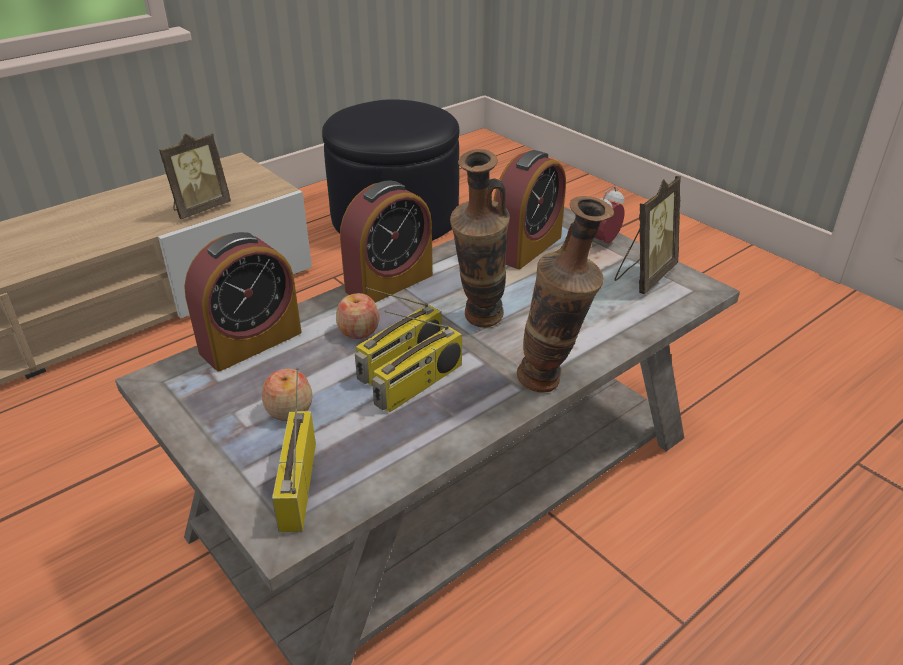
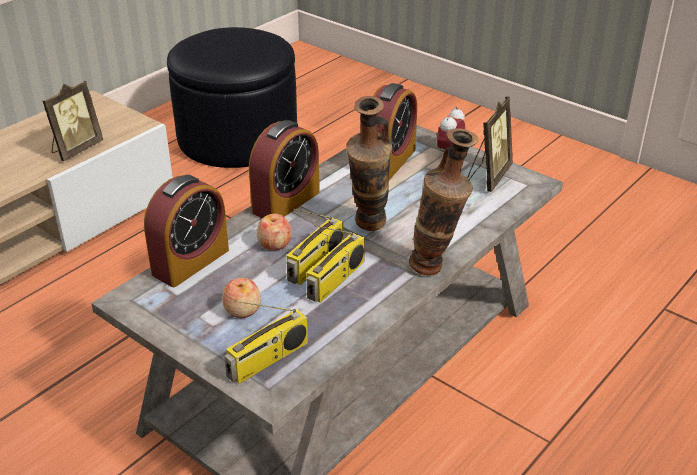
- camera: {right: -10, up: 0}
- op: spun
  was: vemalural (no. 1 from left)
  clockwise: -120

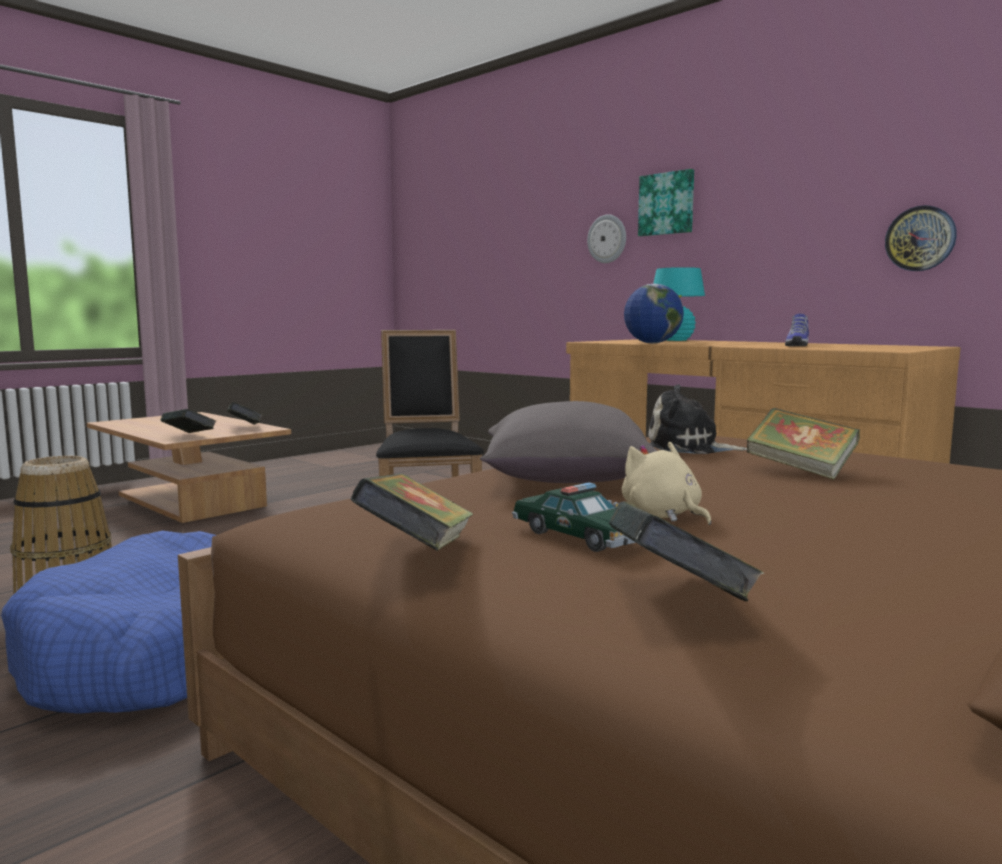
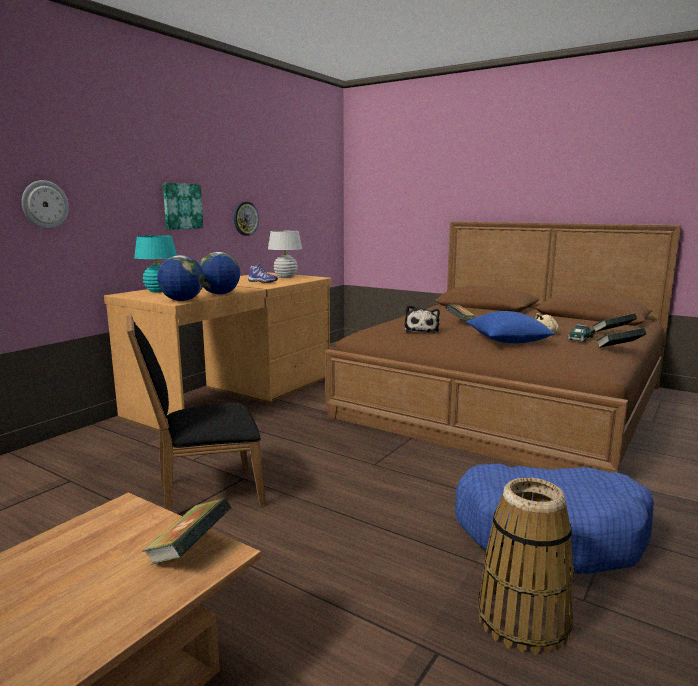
- camera: {right: -100, up: 5}
- op: missing
  was: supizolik (no. 2 from left)
- op: colour
  was: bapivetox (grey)
  now: bapivetox (blue)
- op: relocated
  was: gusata
- op: appeared
  now: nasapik (no. 1 from left)
- op: appeared
  now: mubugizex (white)

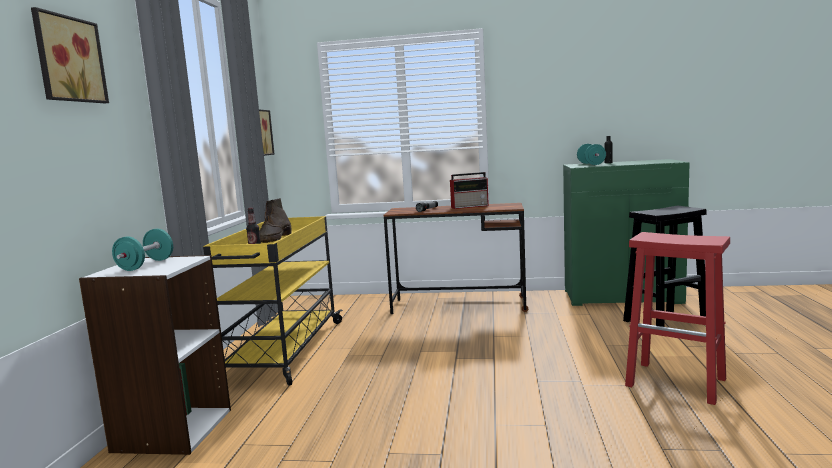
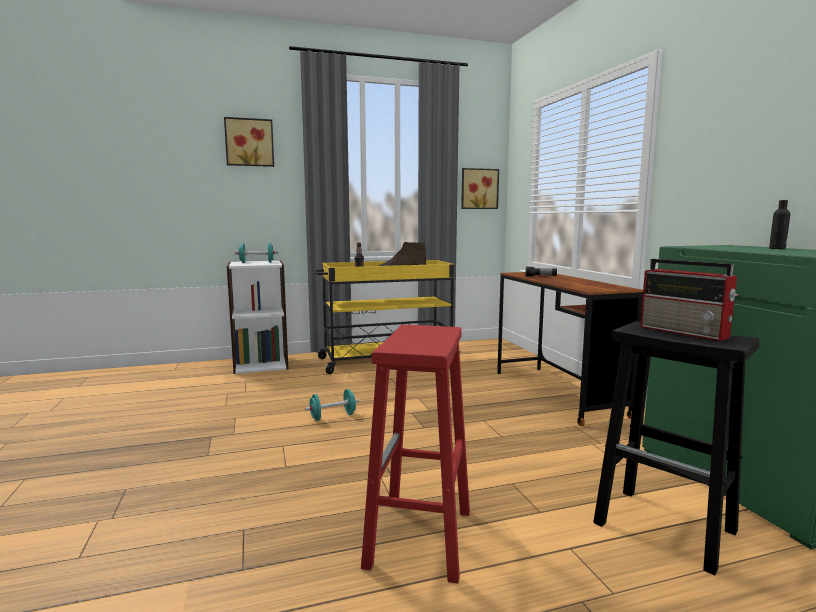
- camera: {right: 65, up: 0}
- op: relocated
  was: vemalural
- op: relocated
  was: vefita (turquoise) (no. 2 from left)

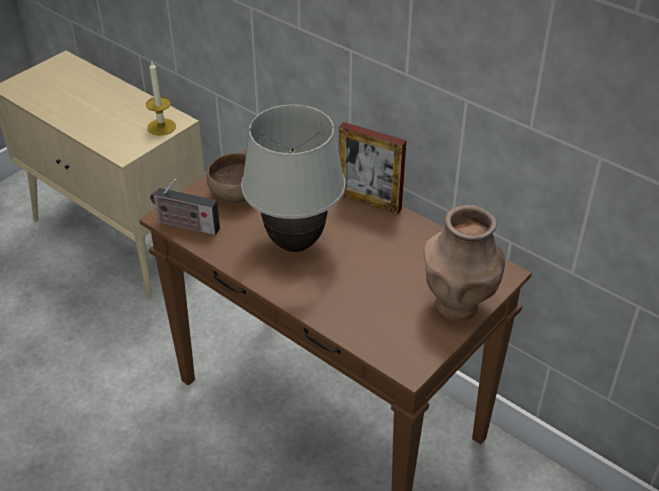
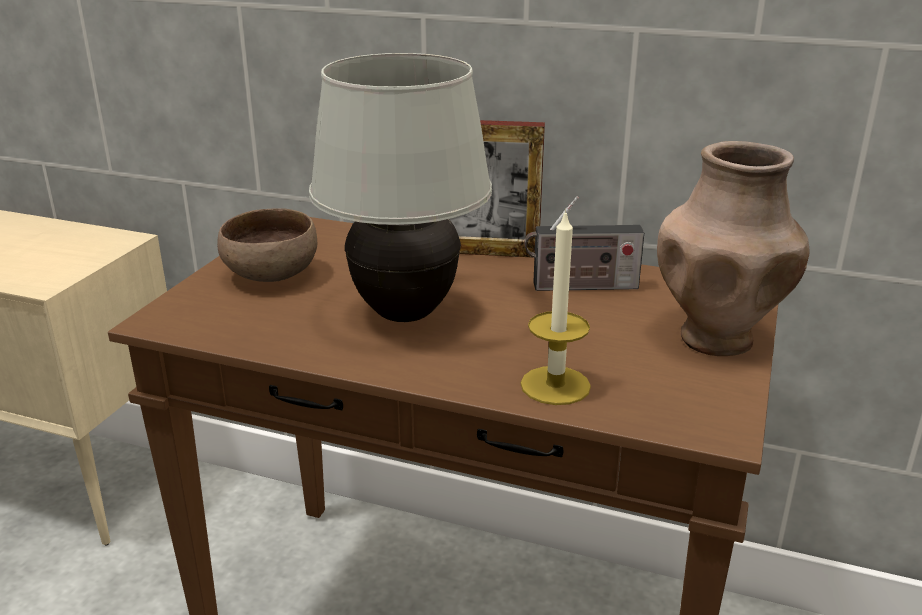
- camera: {right: -20, up: -15}
- op: relocated
  was: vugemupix
- op: relocated
  was: vemalural

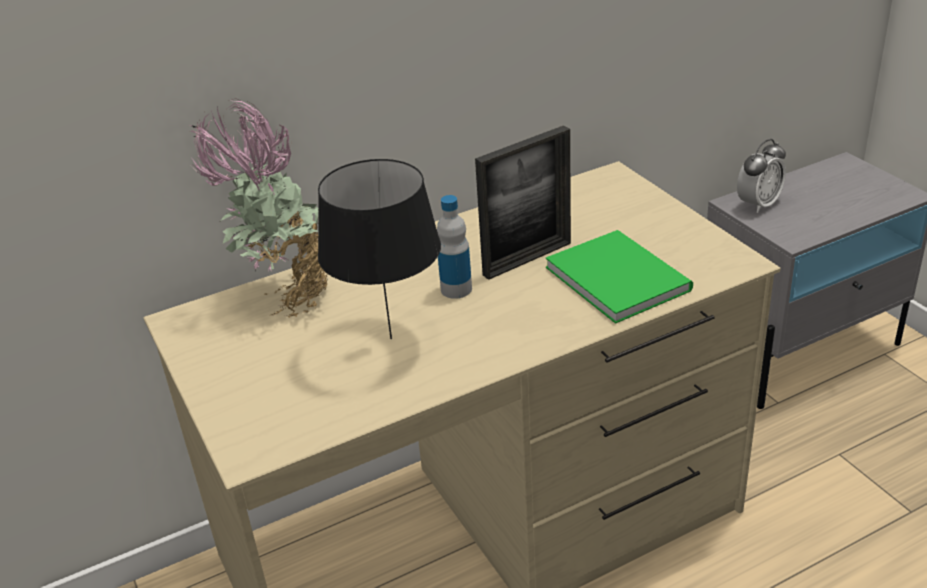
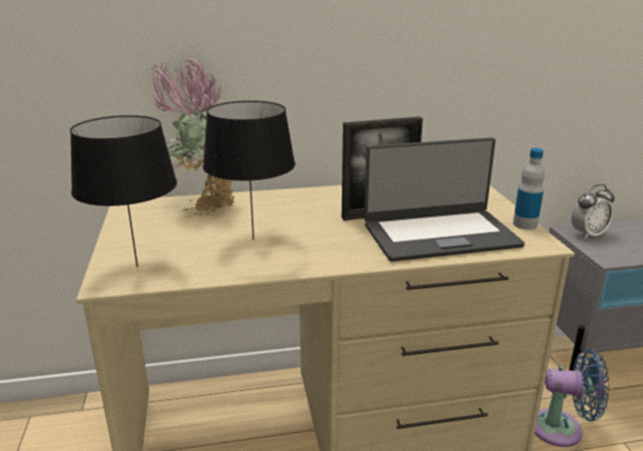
- camera: {right: 15, up: -10}
- op: relocated
  was: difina
- op: exchanged
  was: supizolik (green)
  now: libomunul
- op: appeared
  now: mubugizex (black) (no. 1 from left)
- op: appeared
  now: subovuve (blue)

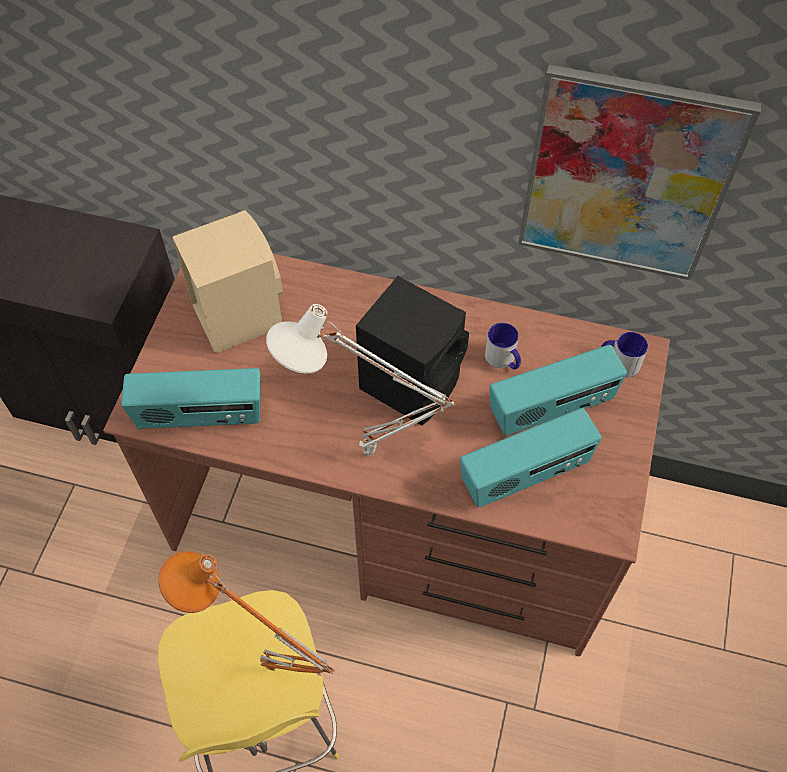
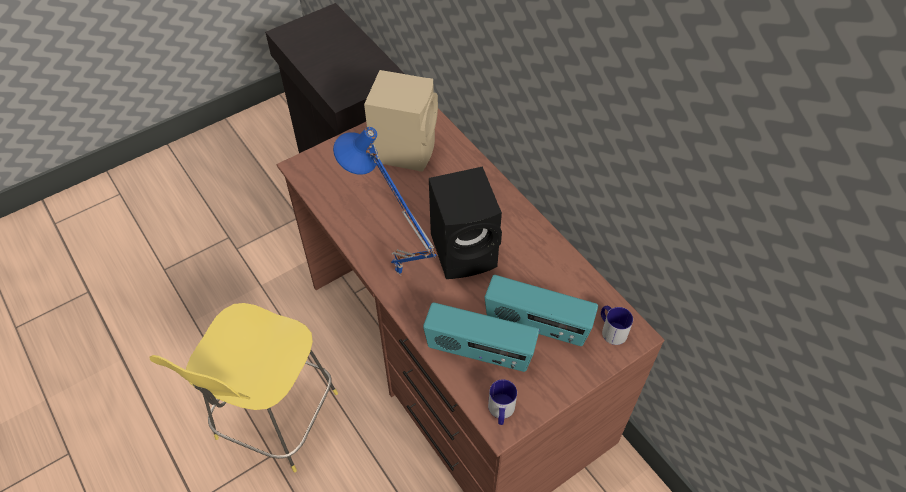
- camera: {right: 40, up: -5}
- op: missing
  was: vemalural (no. 1 from left)
- op: missing
  was: mubugizex (orange)
- op: colour
  was: mubugizex (white)
  now: mubugizex (blue)
- op: relocated
  was: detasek (no. 1 from left)
- op: missing
  was: gusata

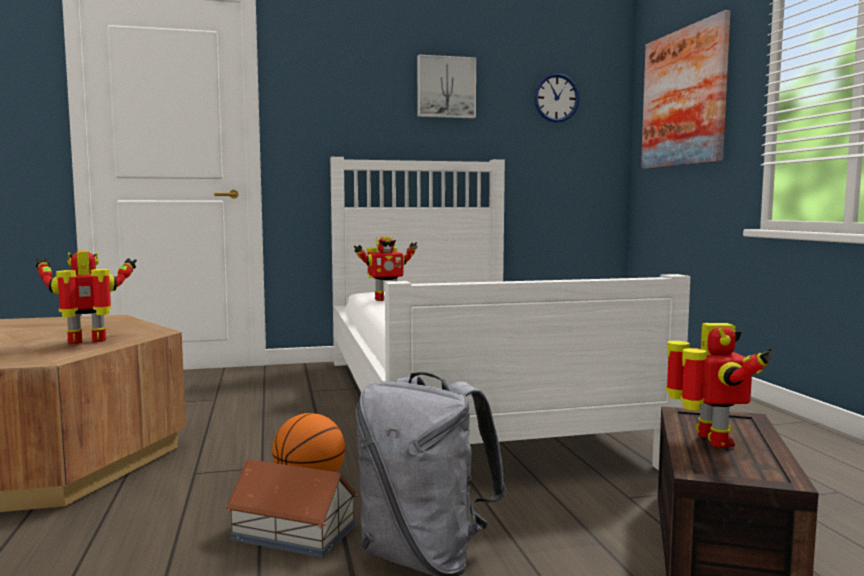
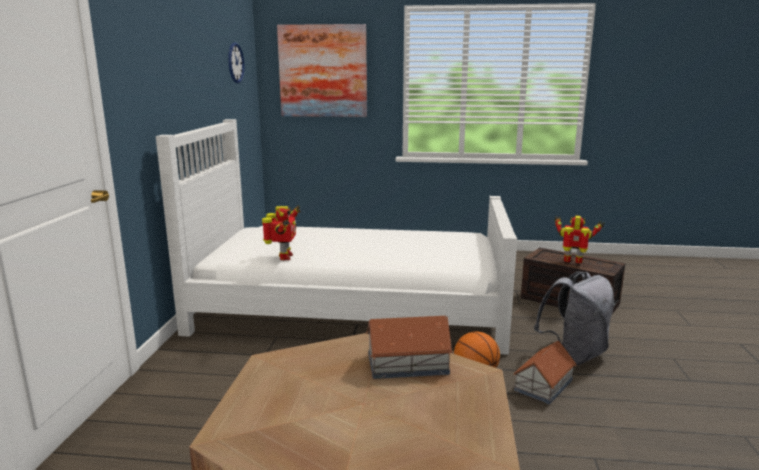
- camera: {right: -70, up: 10}
- op: exchanged
  was: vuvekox (no. 1 from left)
  now: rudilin (no. 1 from left)
- op: missing
  was: gusata (no. 1 from left)

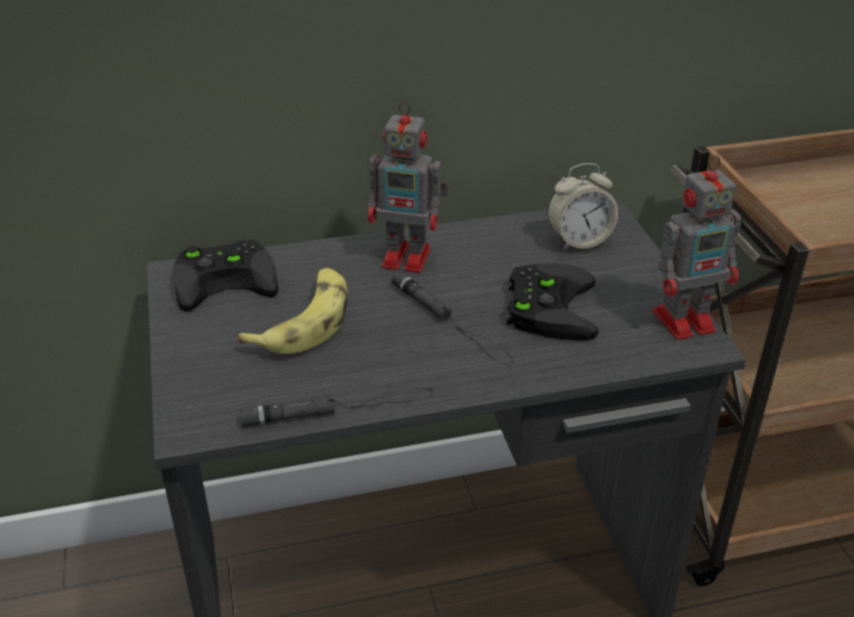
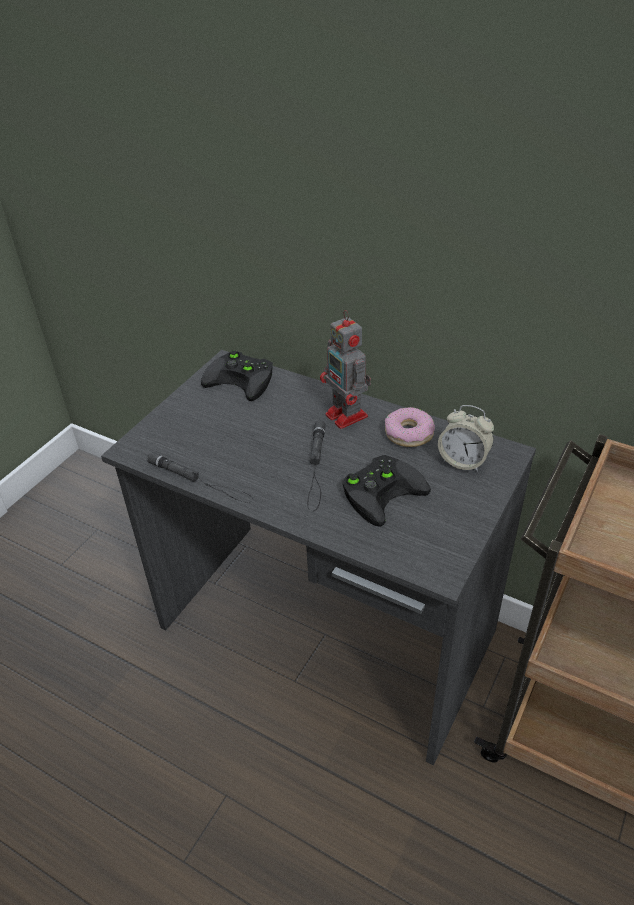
- camera: {right: 45, up: 5}
- op: missing
  was: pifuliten
- op: missing
  was: vuvekox (no. 2 from left)
- op: appeared
  now: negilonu

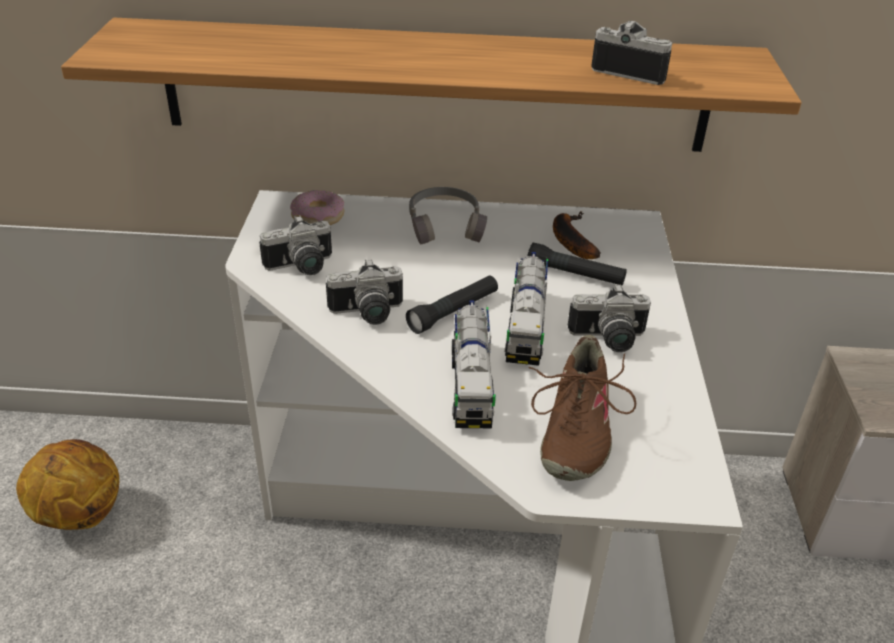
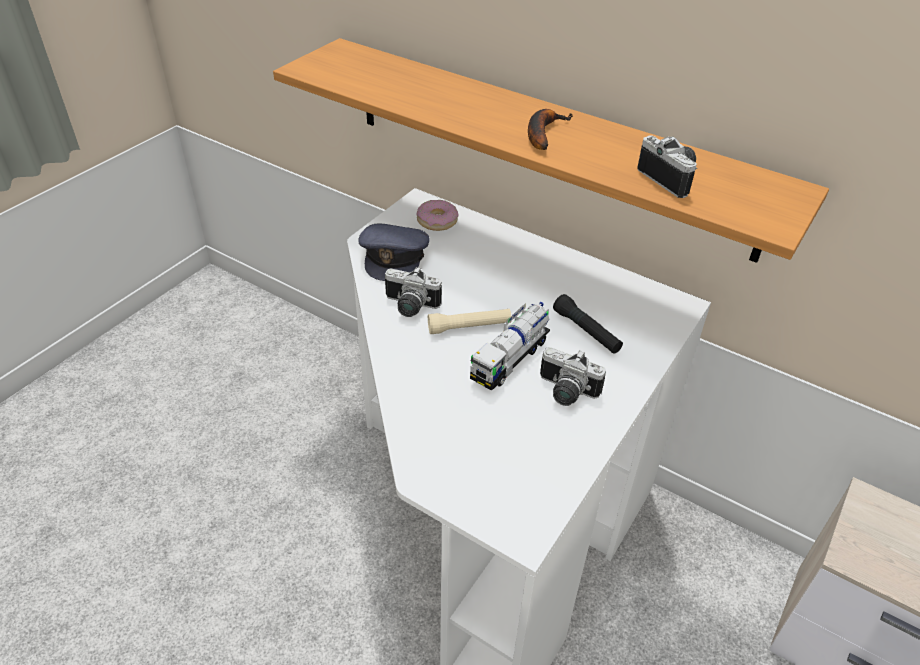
- camera: {right: 30, up: 5}
- op: missing
  was: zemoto
- op: exchanged
  was: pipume (no. 1 from left)
  now: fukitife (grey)
- op: colour
  was: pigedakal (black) (no. 1 from left)
  now: pigedakal (beige)
- op: missing
  was: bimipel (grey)
- op: missing
  was: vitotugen (no. 1 from left)
- op: missing
  was: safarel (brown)
- op: relocated
  was: pifuliten

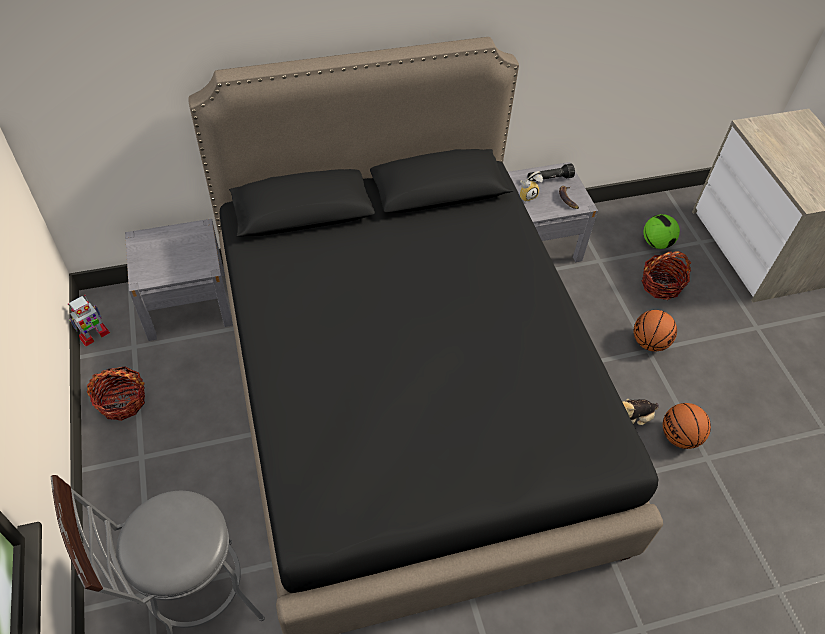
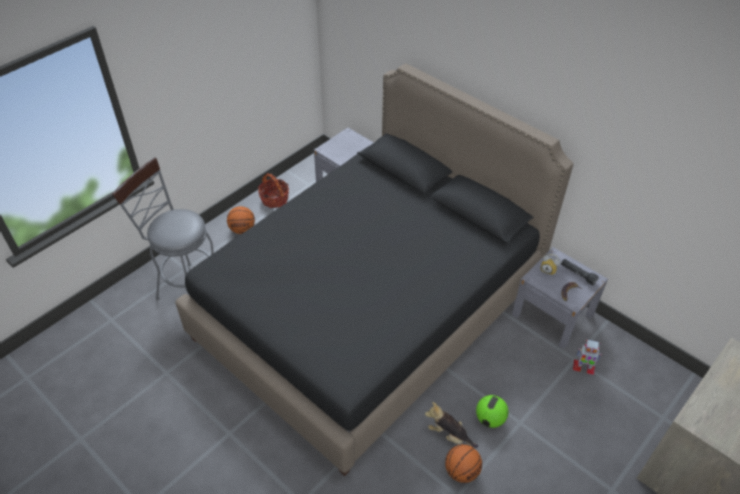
- camera: {right: 60, up: -5}
- op: relocated
  was: vuvekox
- op: relocated
  was: zemoto (no. 1 from left)
- op: missing
  was: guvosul (no. 2 from left)
- op: relocated
  was: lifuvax

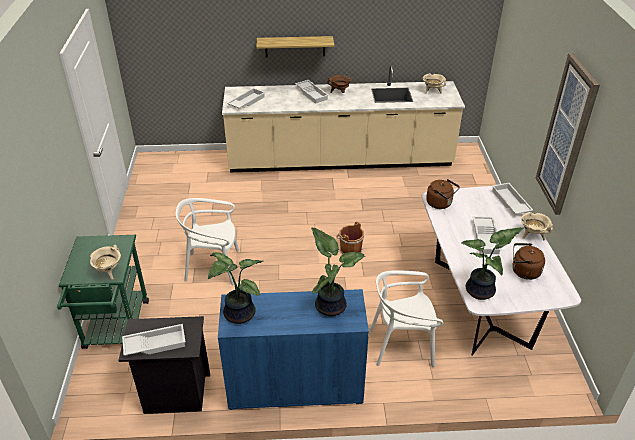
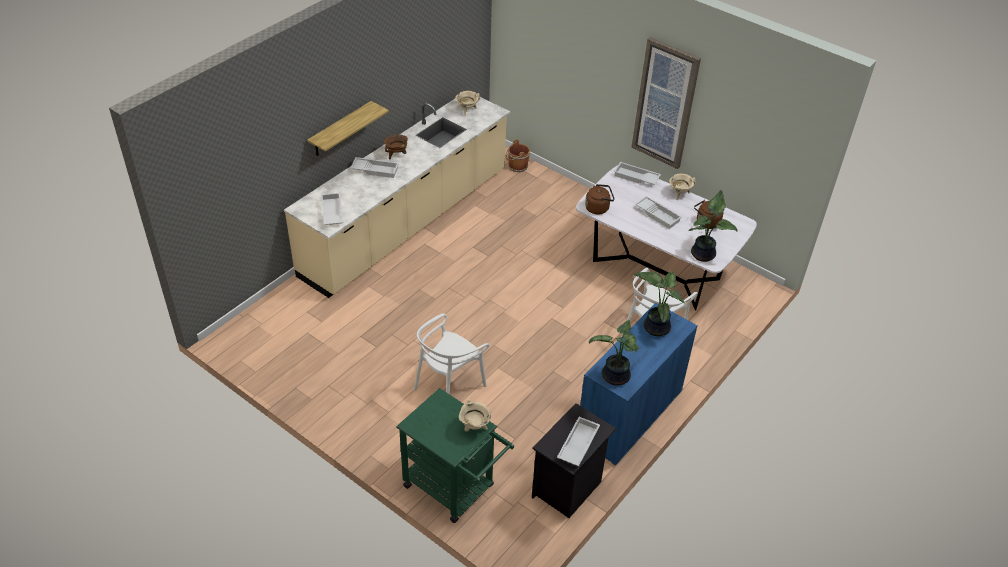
- camera: {right: -50, up: 5}
- op: relocated
  was: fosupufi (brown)

